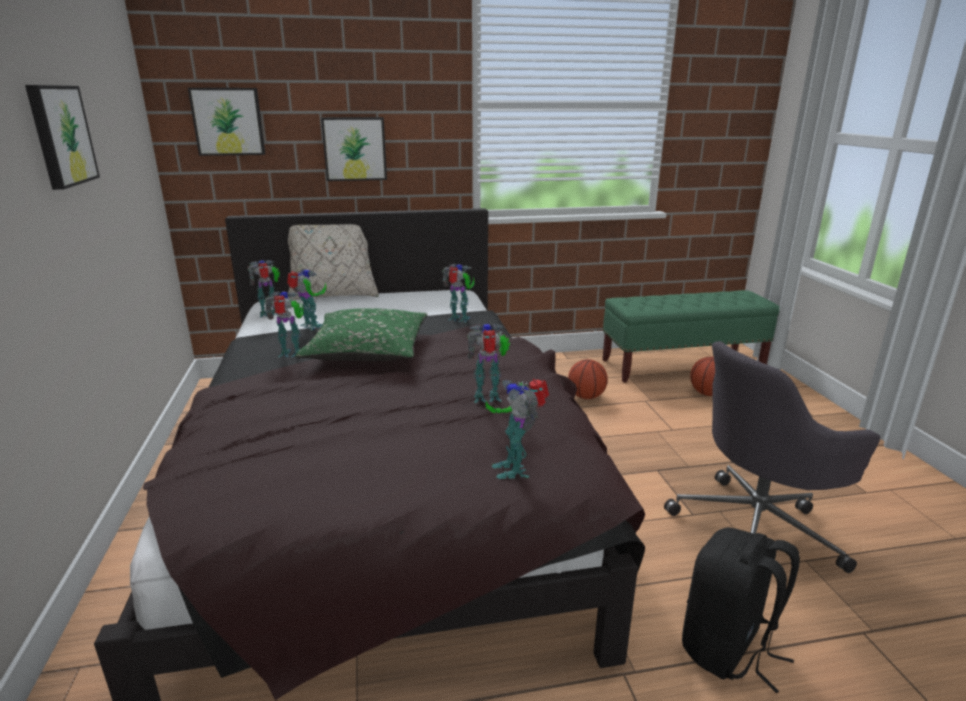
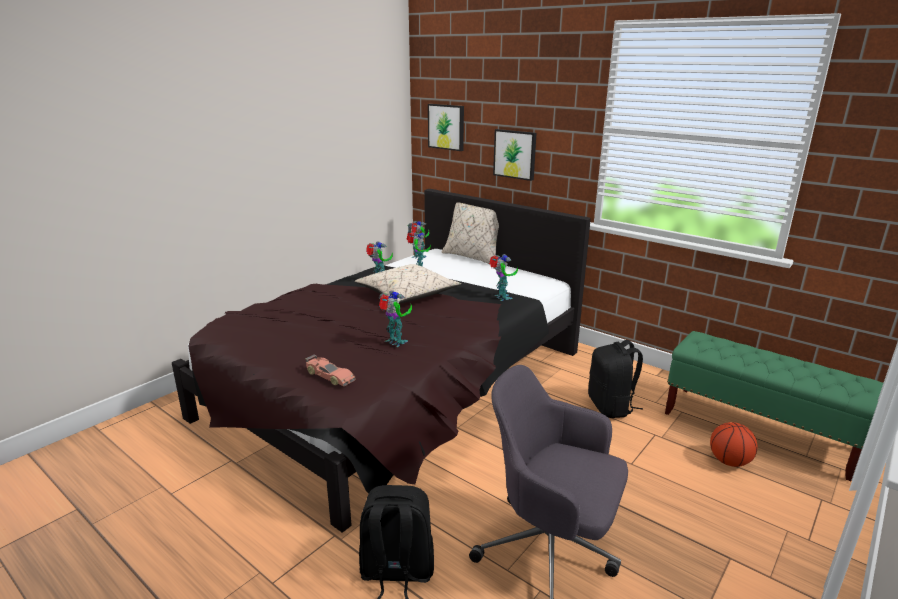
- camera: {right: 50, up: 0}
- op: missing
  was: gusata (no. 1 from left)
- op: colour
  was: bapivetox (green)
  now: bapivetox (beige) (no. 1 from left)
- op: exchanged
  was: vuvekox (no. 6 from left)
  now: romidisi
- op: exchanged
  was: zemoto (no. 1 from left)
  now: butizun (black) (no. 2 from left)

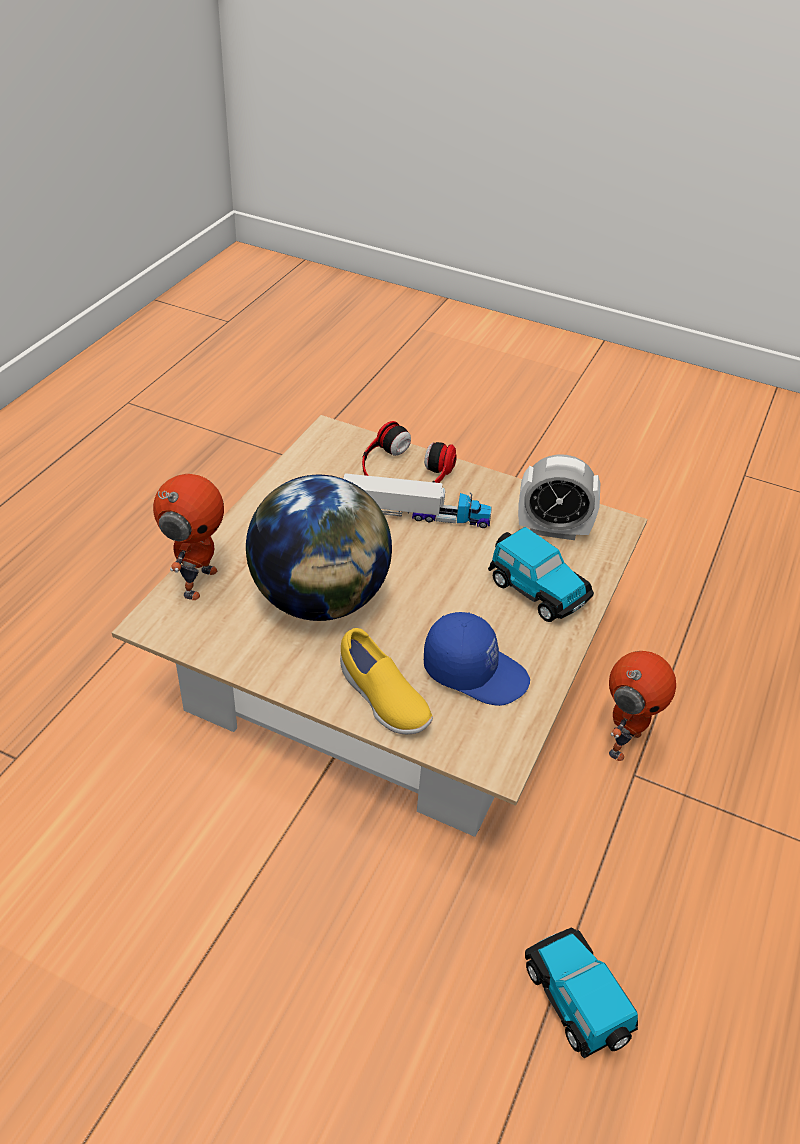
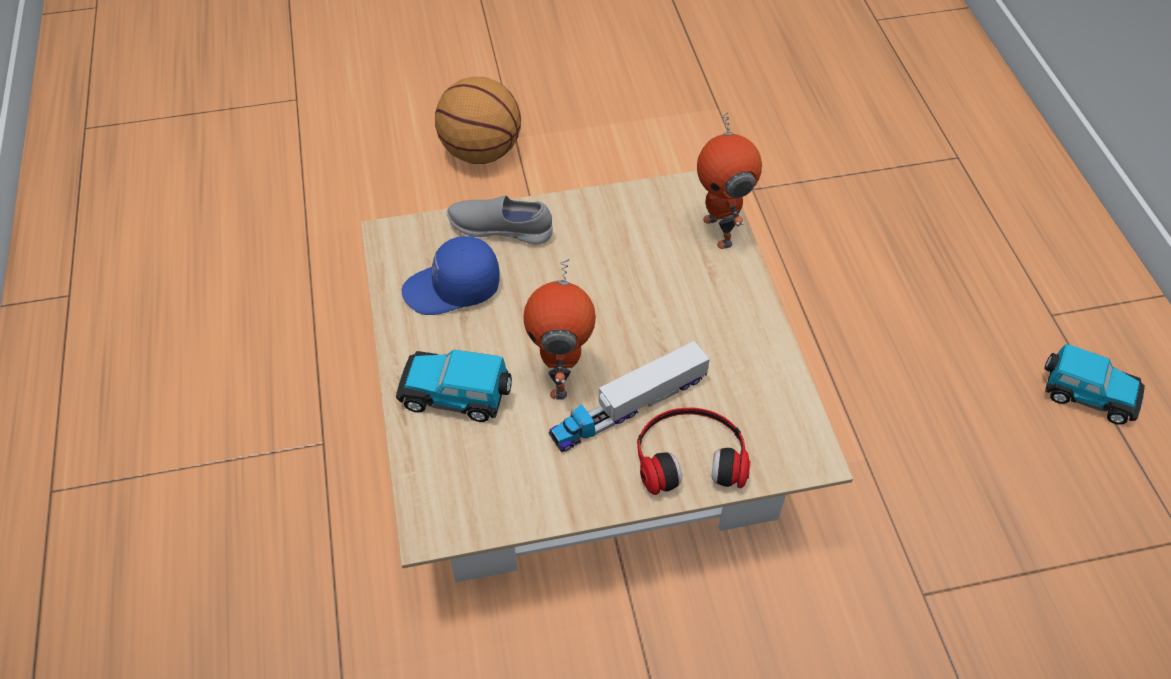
- camera: {right: 145, up: 10}
- op: missing
  was: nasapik
- op: colour
  was: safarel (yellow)
  now: safarel (grey)
- op: missing
  was: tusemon
- op: relocated
  was: romidisi (no. 2 from left)
- op: relocated
  was: vuvekox (no. 2 from left in the first image)
  now: vuvekox (no. 1 from left)
- op: appeared
  now: zemoto

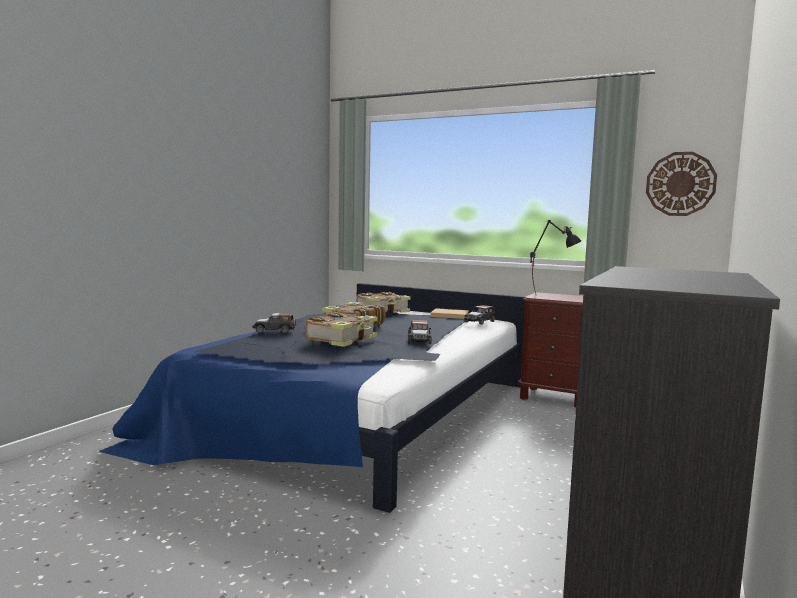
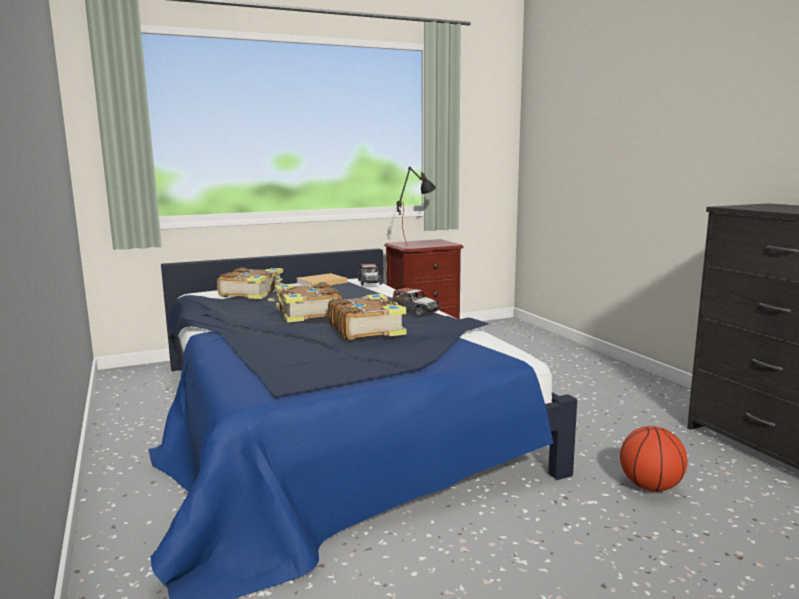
- camera: {right: -50, up: 5}
- op: missing
  was: romidisi (no. 1 from left)
- op: missing
  was: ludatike
- op: appeared
  now: zemoto

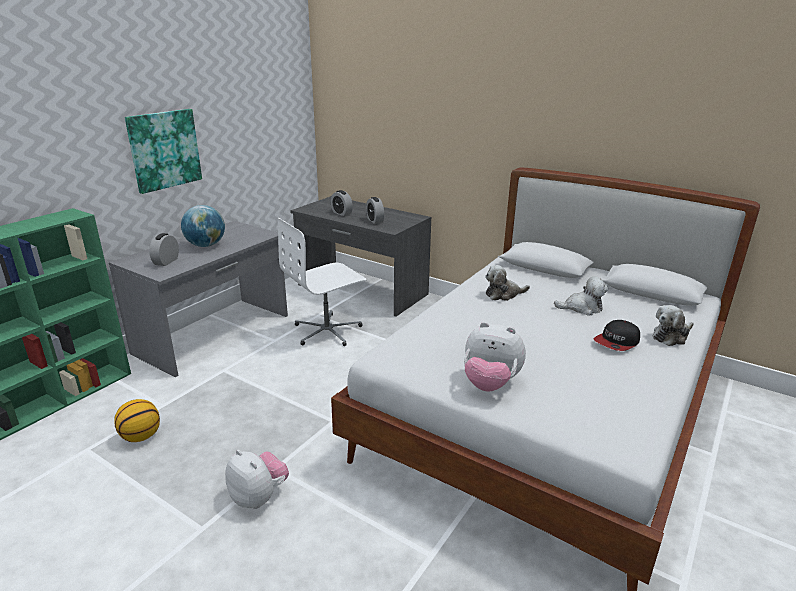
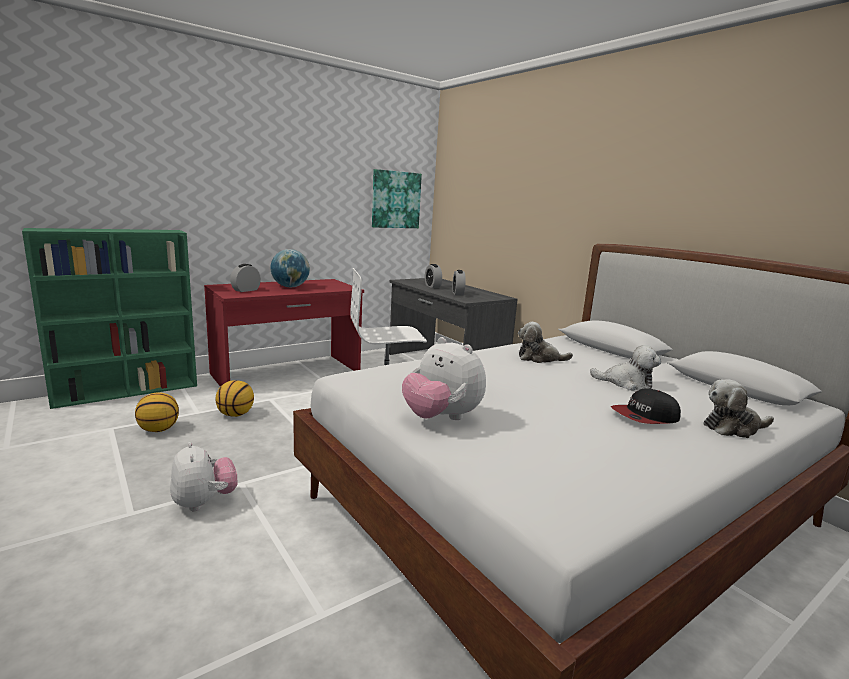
- camera: {right: 20, up: -10}
- op: colour
  was: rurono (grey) (no. 1 from left)
  now: rurono (red)
- op: relocated
  was: gusata
- op: appeared
  now: zemoto (no. 2 from left)

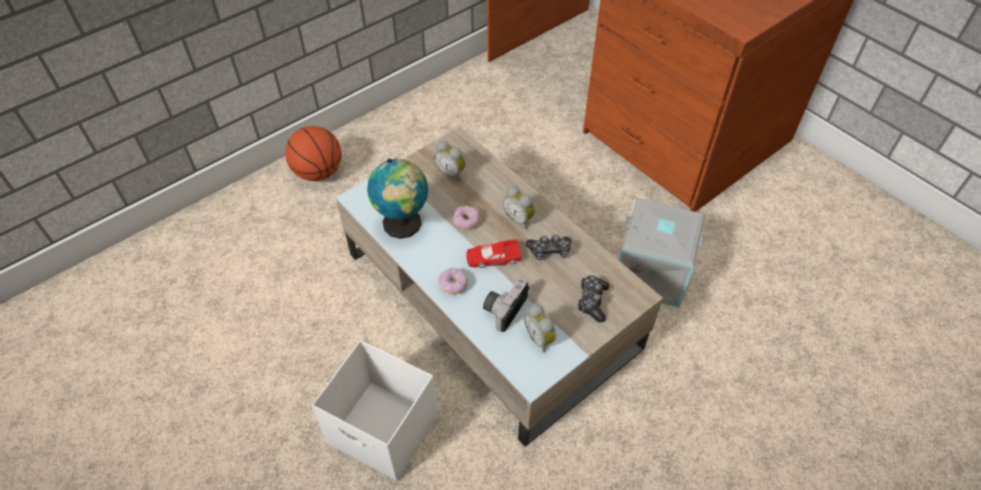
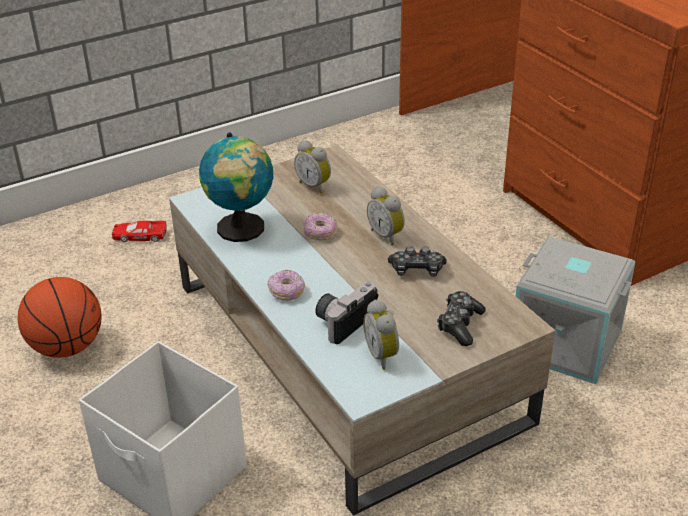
- camera: {right: 10, up: -15}
- op: relocated
  was: zemoto
- op: relocated
  was: romidisi (red)

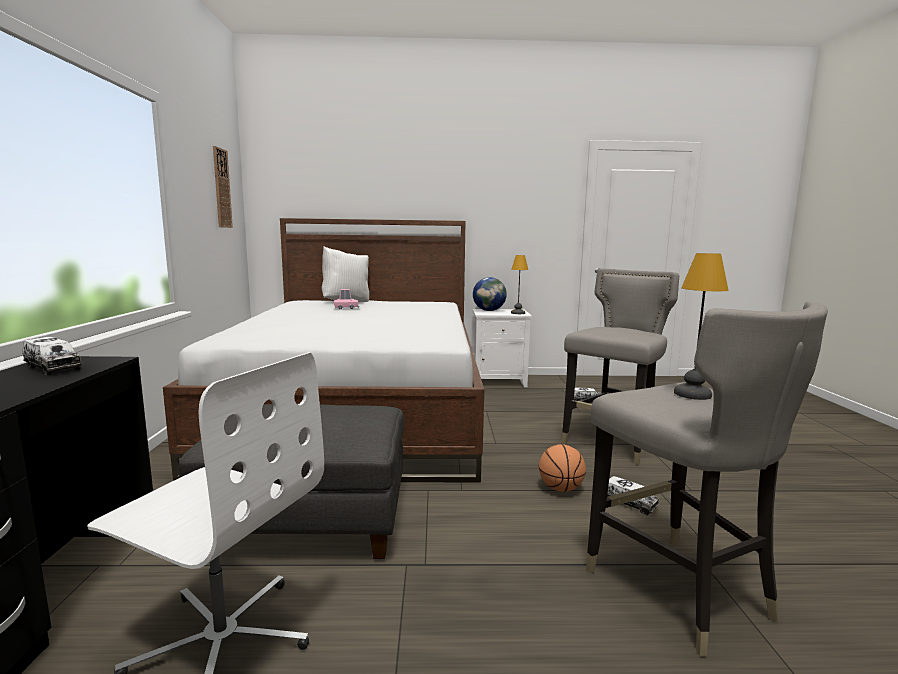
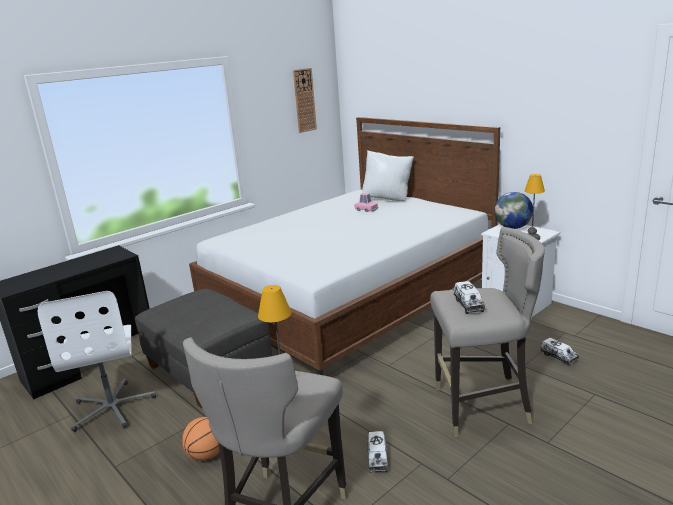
- camera: {right: 50, up: 10}
- op: relocated
  was: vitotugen (no. 1 from left in the first image)
  now: vitotugen (no. 2 from left)
- op: relocated
  was: zemoto

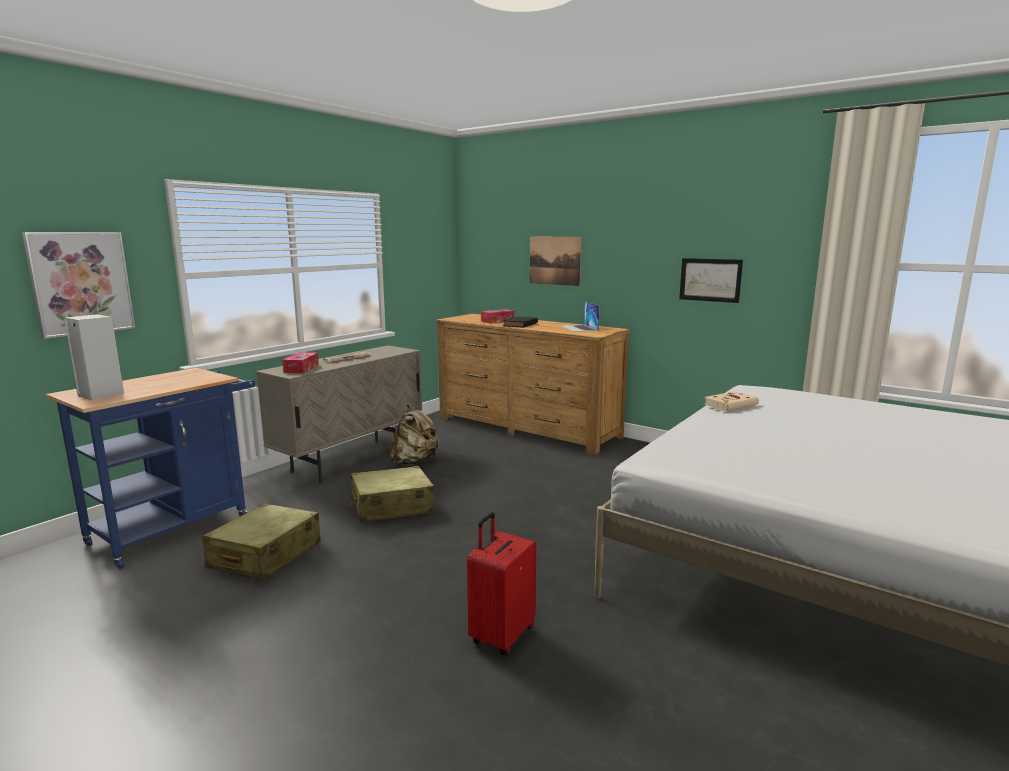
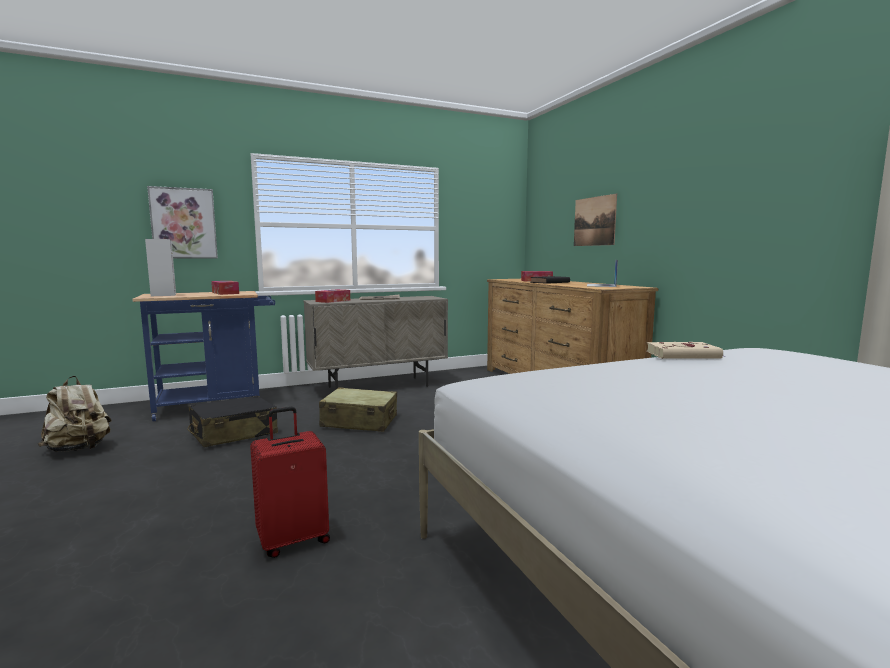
- camera: {right: 30, up: -5}
- op: colour
  was: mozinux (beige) (no. 1 from left)
  now: mozinux (black)
- op: relocated
  was: butizun (beige)
- op: missing
  was: gusata (no. 3 from left)
- op: appeared
  now: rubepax (no. 1 from left)

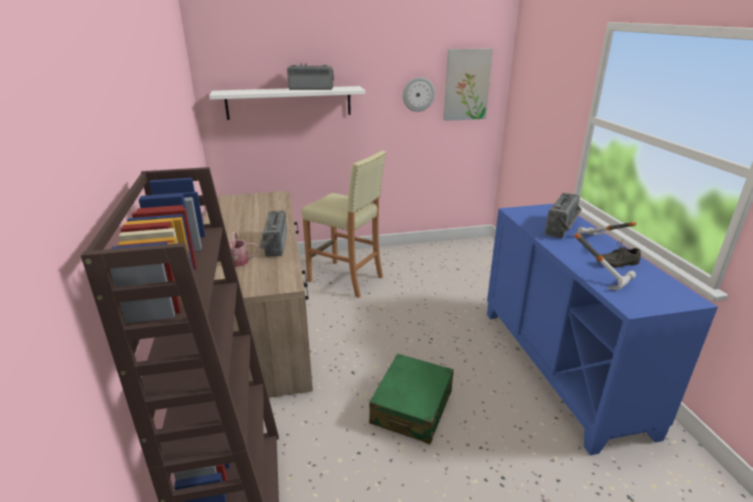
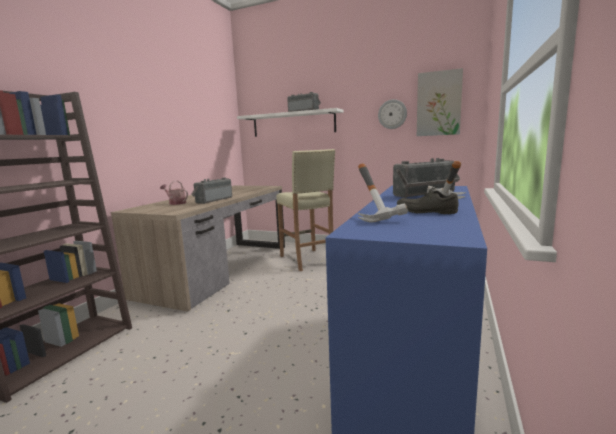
- camera: {right: 35, up: -15}
- op: missing
  was: mozinux (green)

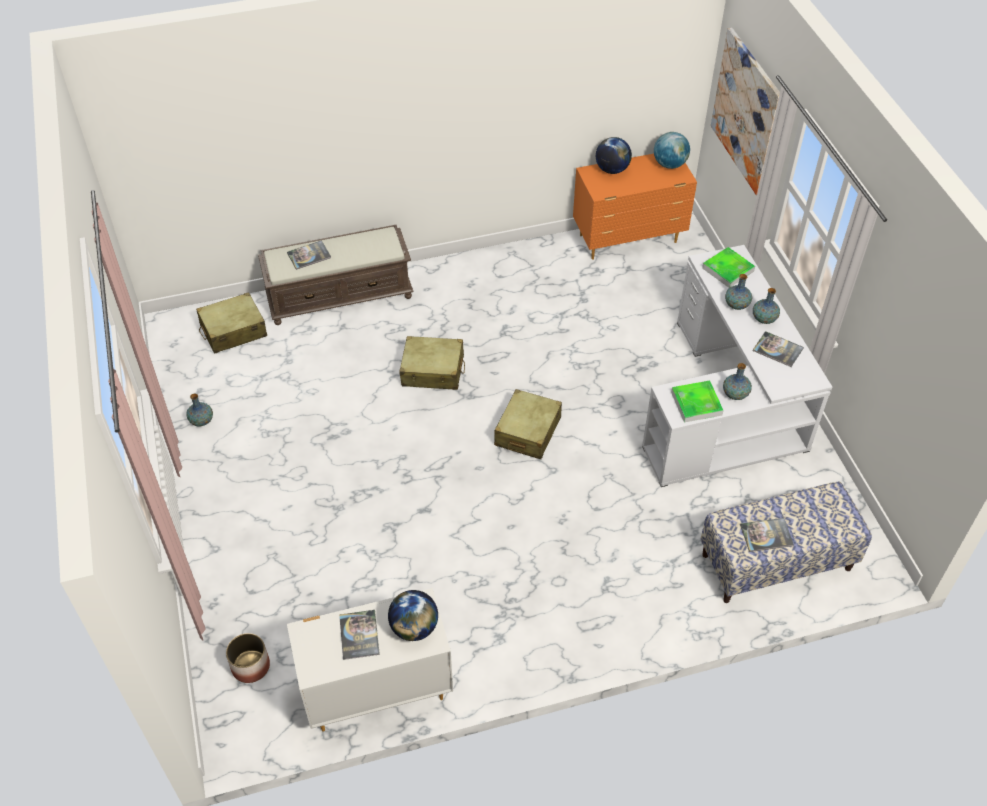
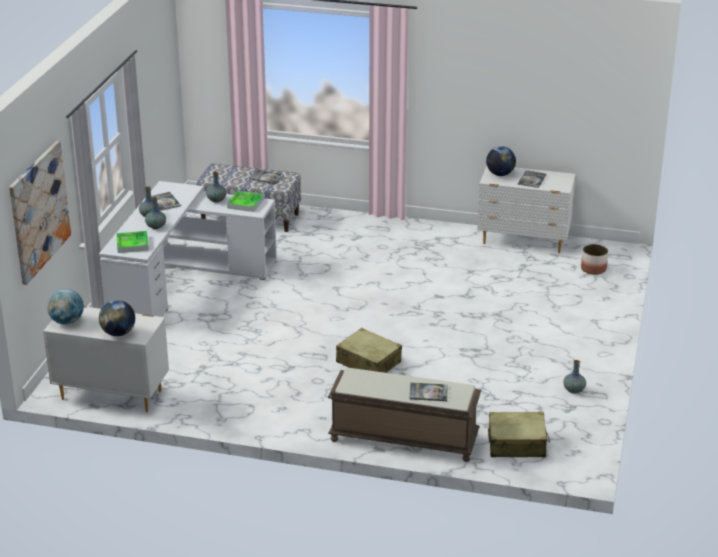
- camera: {right: -150, up: -20}
- op: missing
  was: mozinux (beige) (no. 3 from left)
- op: colour
  was: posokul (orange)
  now: posokul (white) (no. 1 from left)

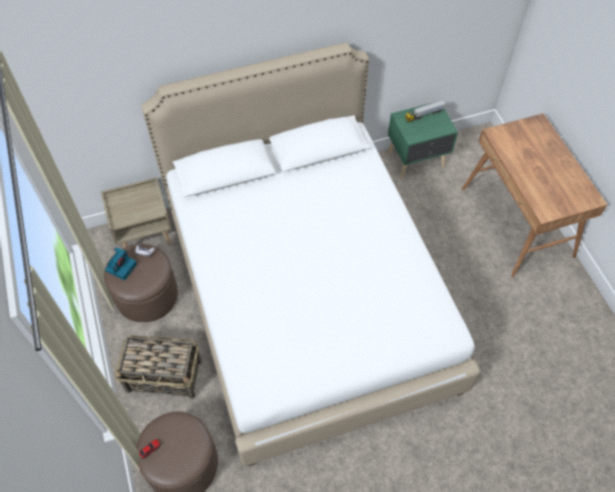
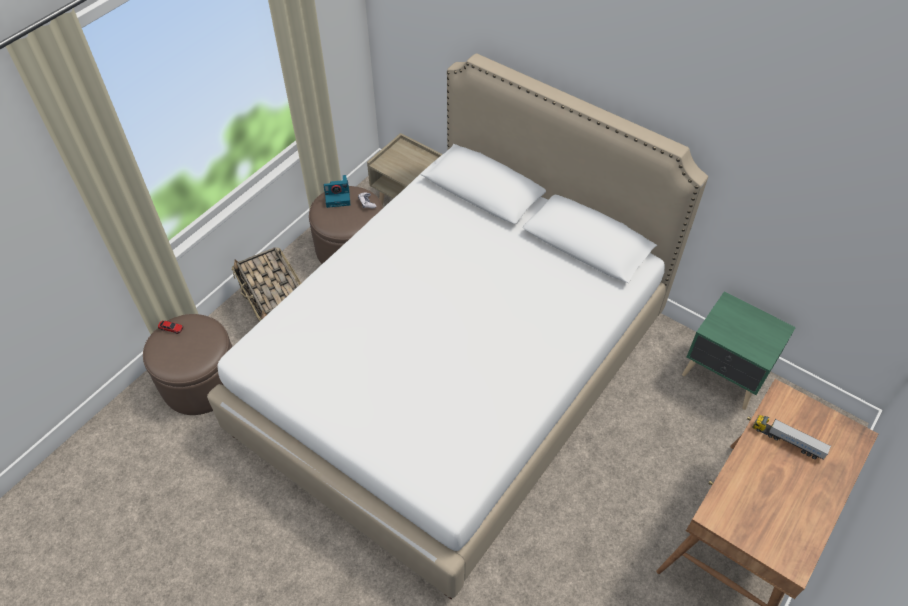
- camera: {right: 55, up: -5}
- op: relocated
  was: vitotugen

